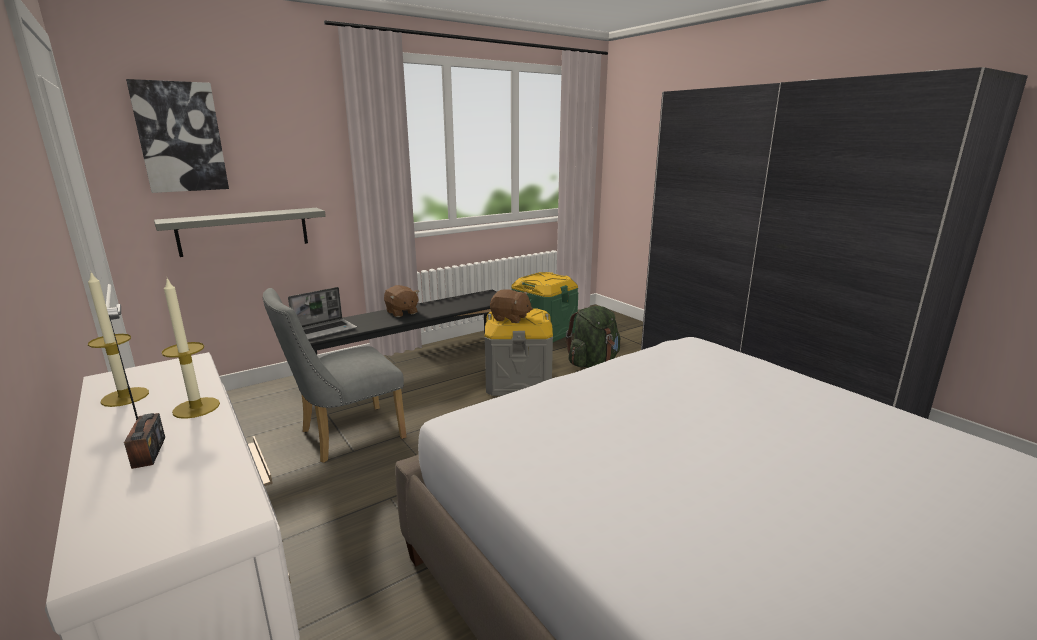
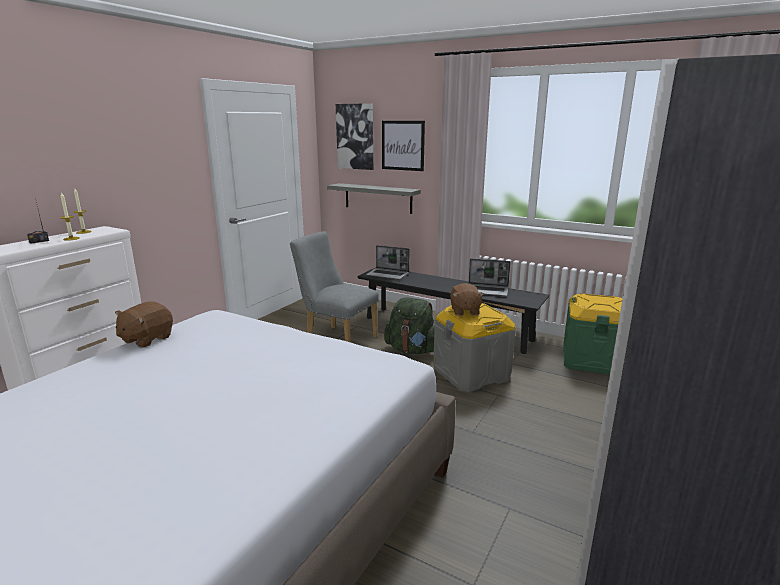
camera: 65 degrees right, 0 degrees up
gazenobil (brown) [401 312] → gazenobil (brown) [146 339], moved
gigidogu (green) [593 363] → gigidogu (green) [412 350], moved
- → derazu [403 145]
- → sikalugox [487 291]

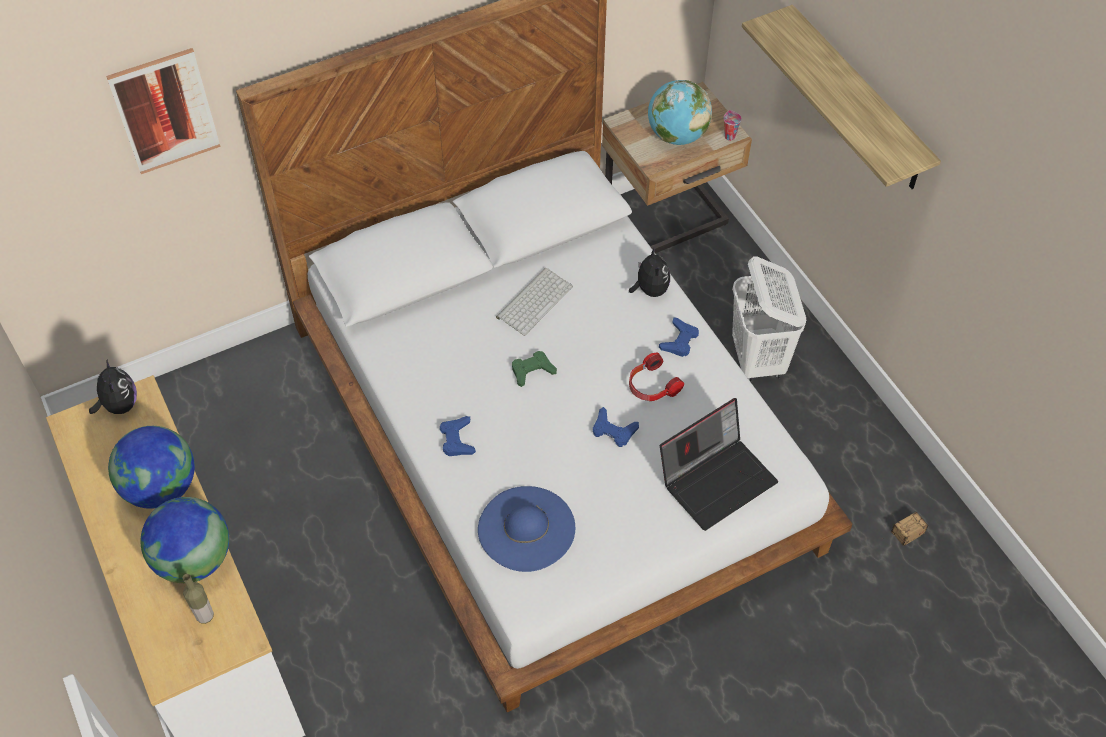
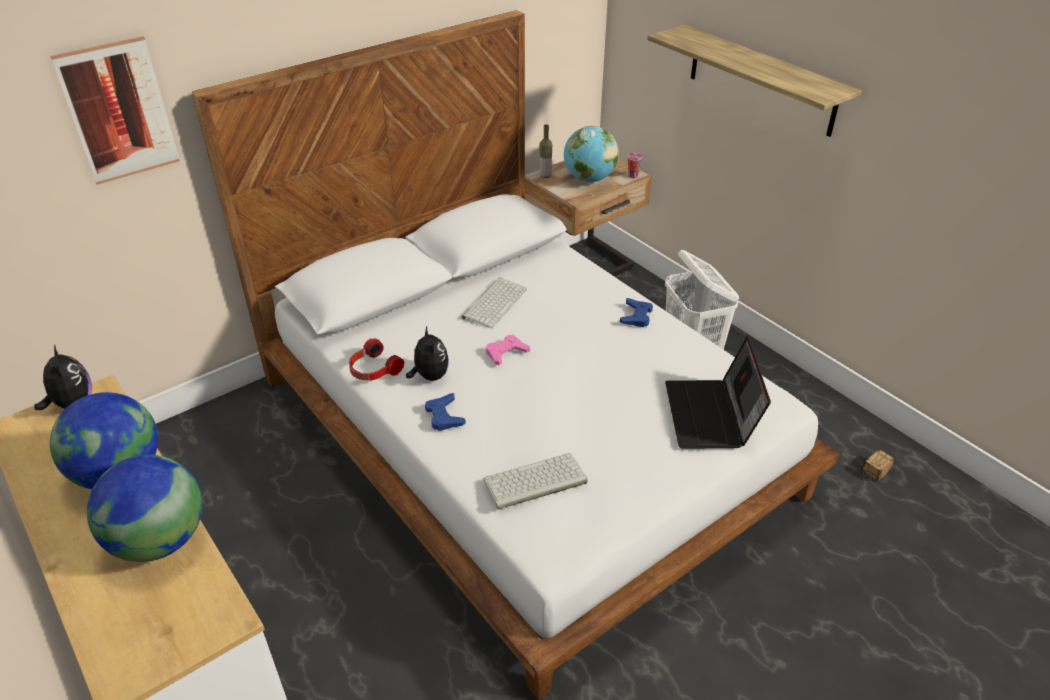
camera: 10 degrees left, 15 degrees down
gazenobil [650 290] → gazenobil [430 376], moved
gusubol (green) [532 371] → gusubol (pink) [506 353]
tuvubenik [651 386] → tuvubenik [373 370], moved
sikalugox [717 479] → sikalugox [711 416], 135 degrees clockwise
gusubol (blue) [613 430] → -
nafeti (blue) [526 528] → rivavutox [534 482]
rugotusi [205 616] → rugotusi [545 176], moved

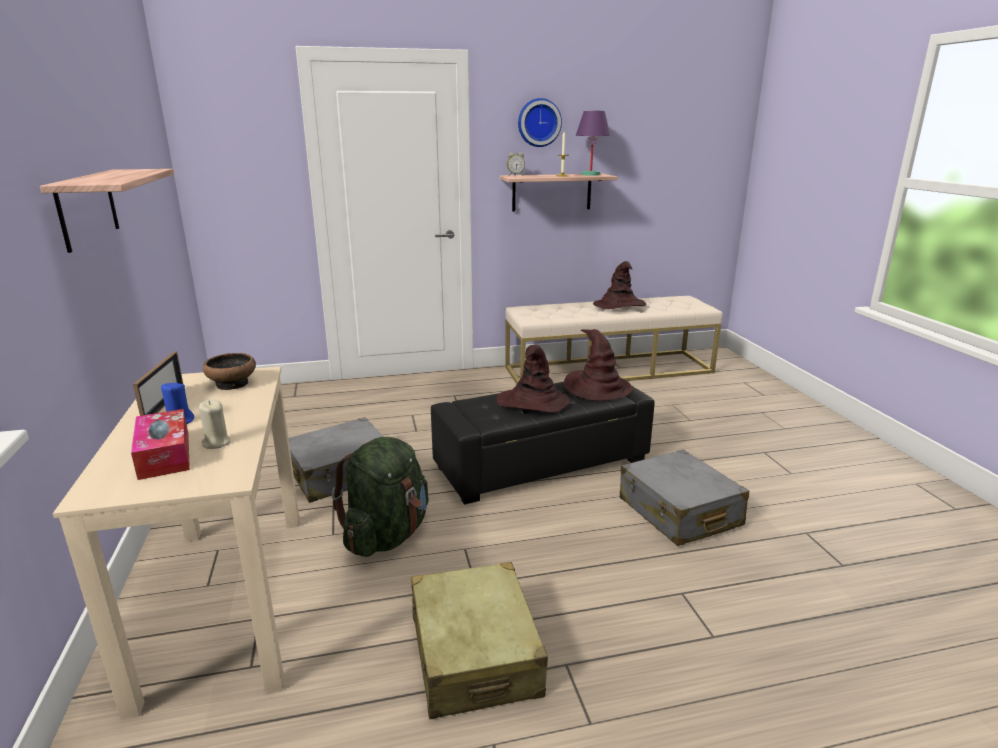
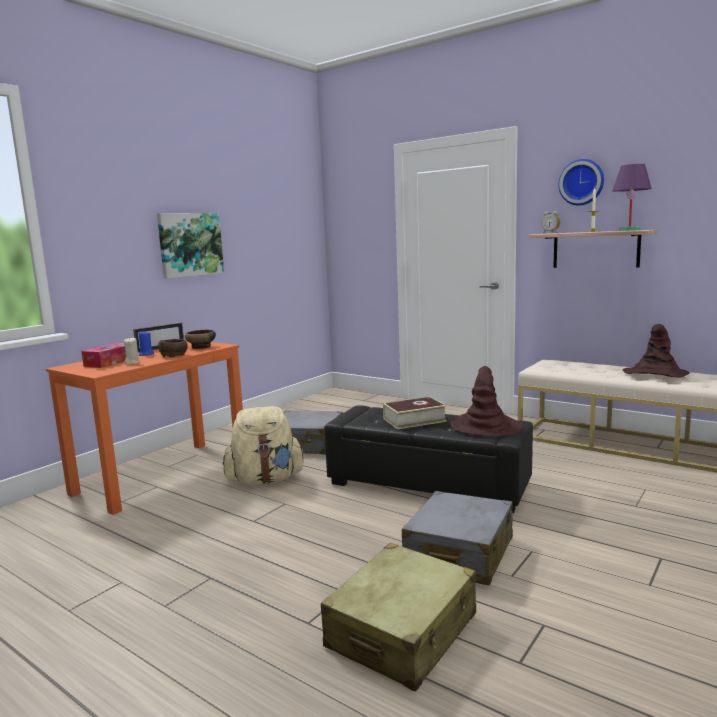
camera: 50 degrees right, 10 degrees down
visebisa [87 208] → derazu [190 244]
nafeti (brown) [532 402] → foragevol [414 420]
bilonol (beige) [228 599] → bilonol (orange) [163 474]
gigidogu (green) [387 535] → gigidogu (beige) [265 480]
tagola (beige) [474 654] → tagola (beige) [402 631], moved
- → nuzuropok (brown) [174 355]

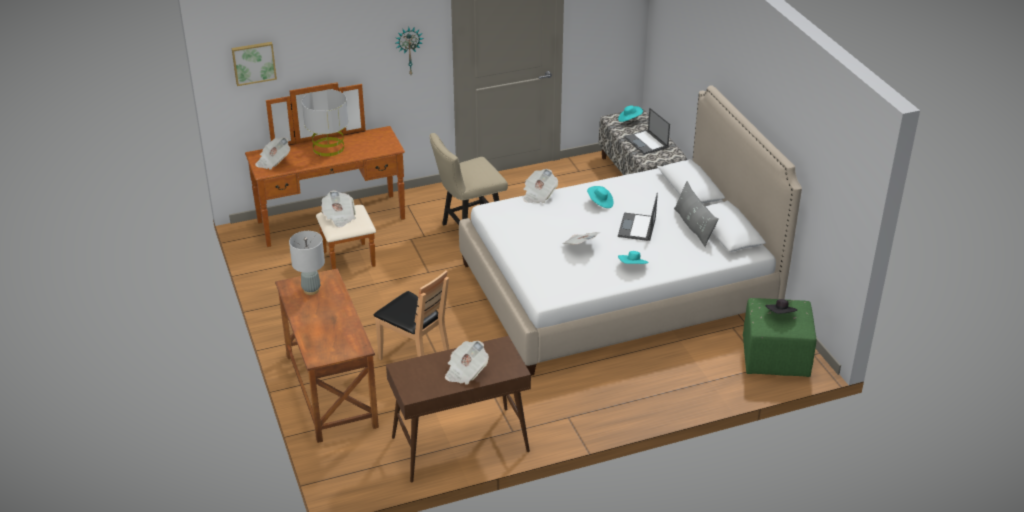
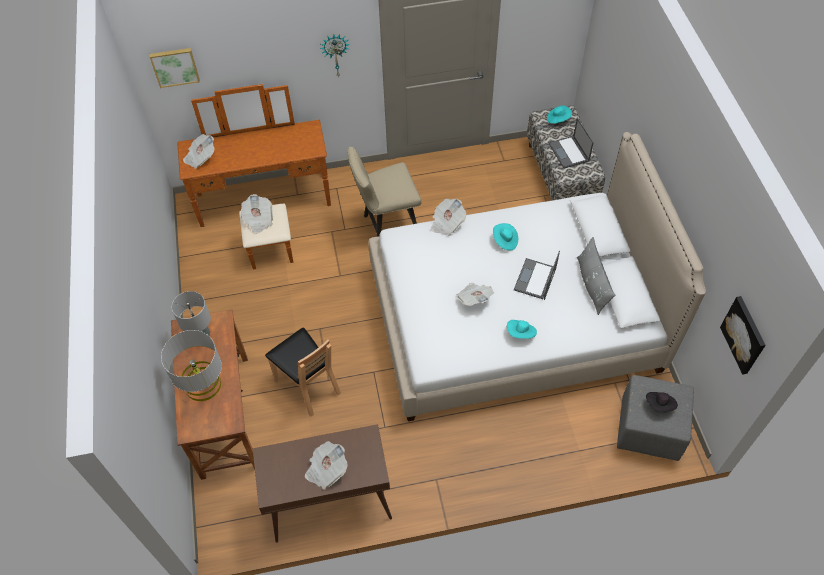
camera: 10 degrees right, 20 degrees up
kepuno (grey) [328 148] → kepuno (grey) [203 385], moved
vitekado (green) [776 358] → vitekado (grey) [650 429]
- → derazu [744 335]

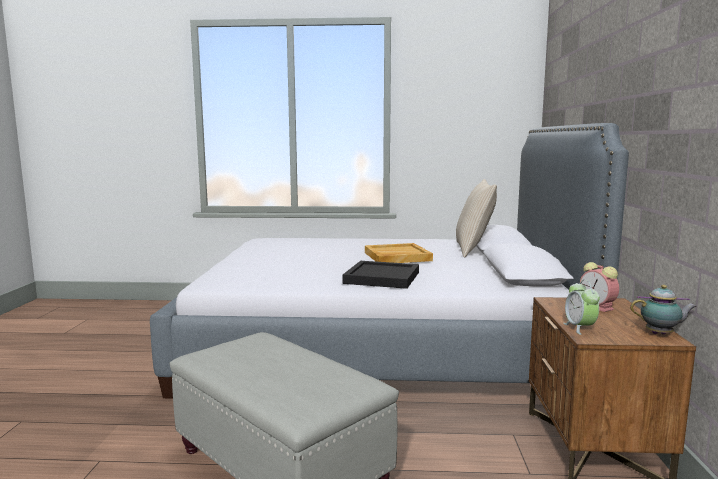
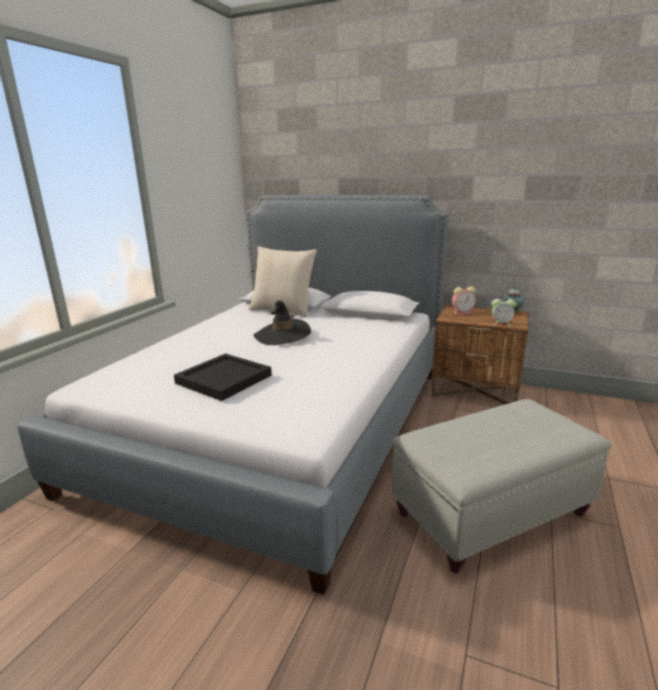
camera: 70 degrees left, 10 degrees up
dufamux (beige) [397 256] → nafeti (black) [282 335]
dufamux (black) [382 278] → dufamux (black) [225 379], moved

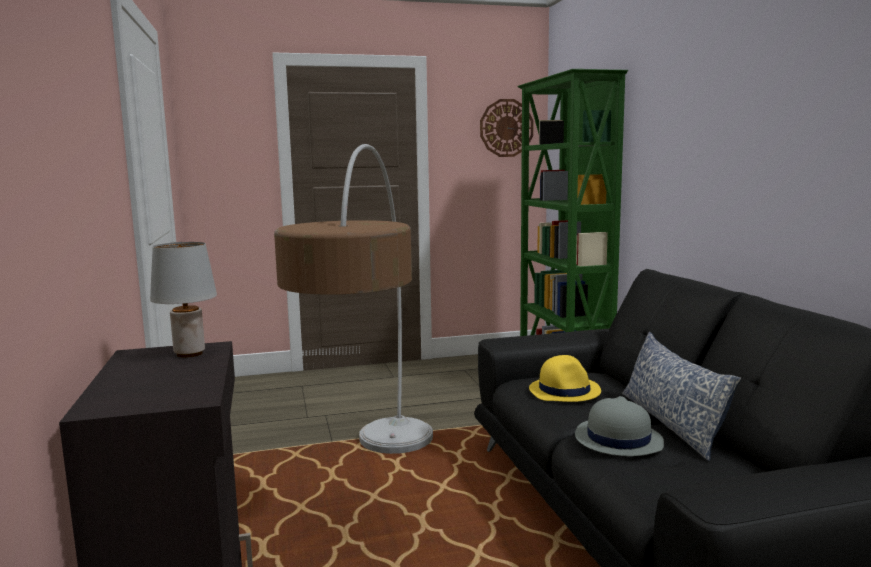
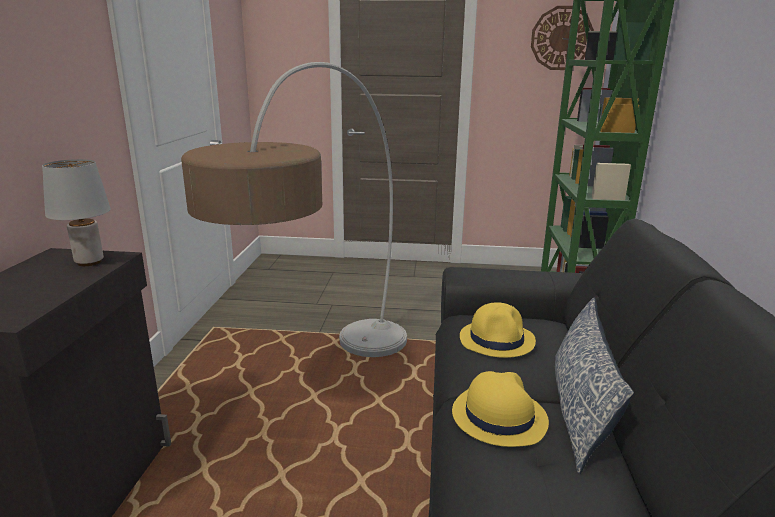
camera: 20 degrees right, 10 degrees up
nafeti (grey) [617 439] → nafeti (yellow) [498 416]

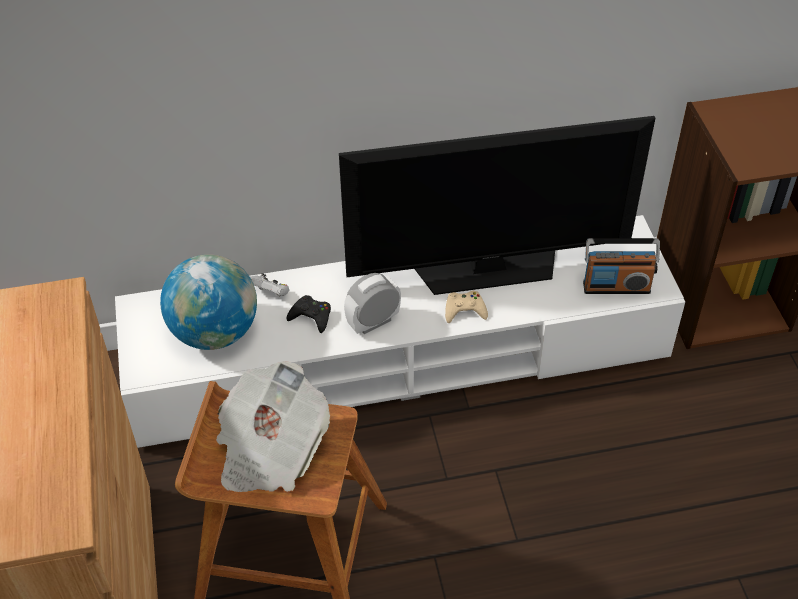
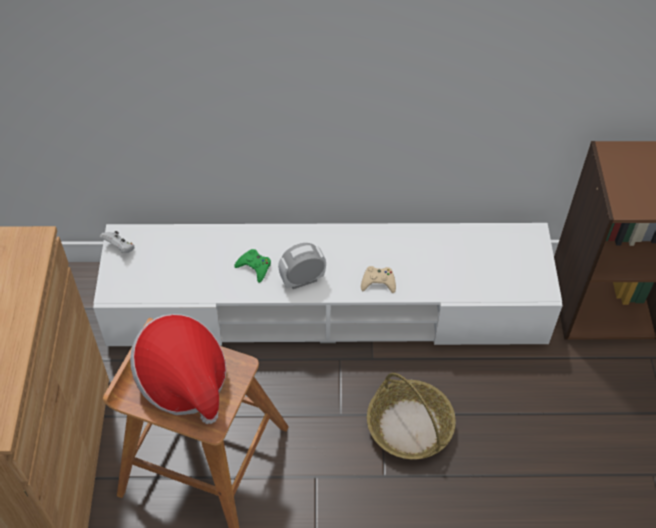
camera: 10 degrees right, 5 degrees up
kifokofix [488 268] → -
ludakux [616 286] → -
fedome [215 332] → -
gusubol (white) [270 293] → gusubol (white) [120 248], moved
gusubol (black) [311 316] → gusubol (green) [254 267]
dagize [270 449] → nafeti [183 381]
- → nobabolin [409 426]

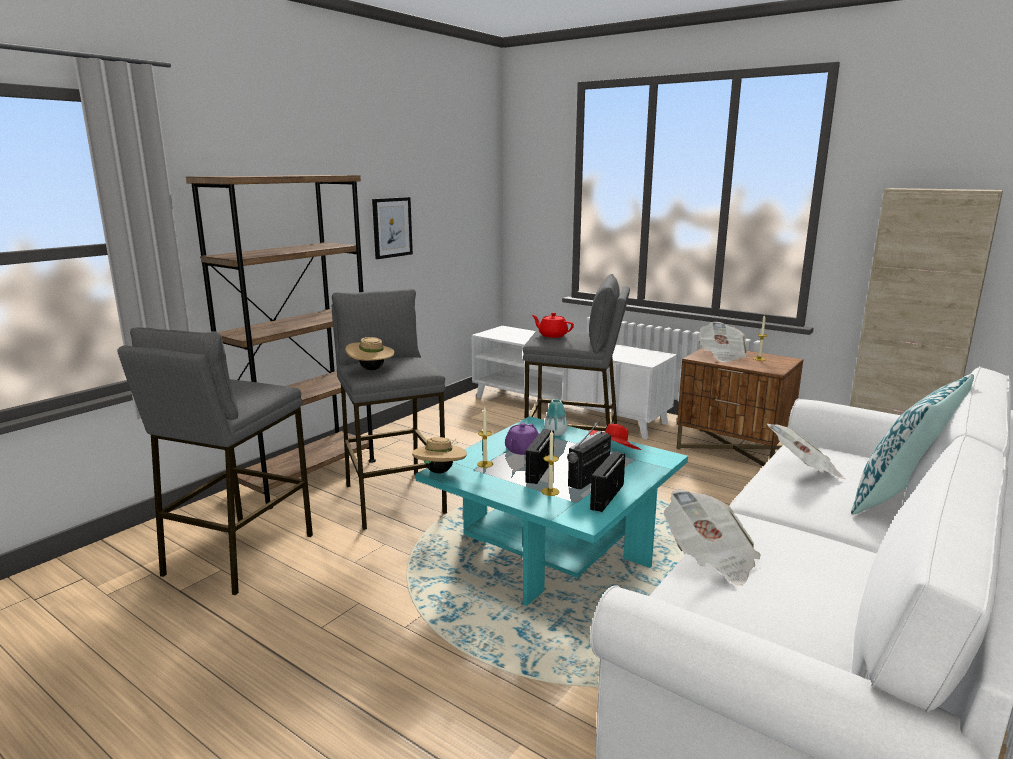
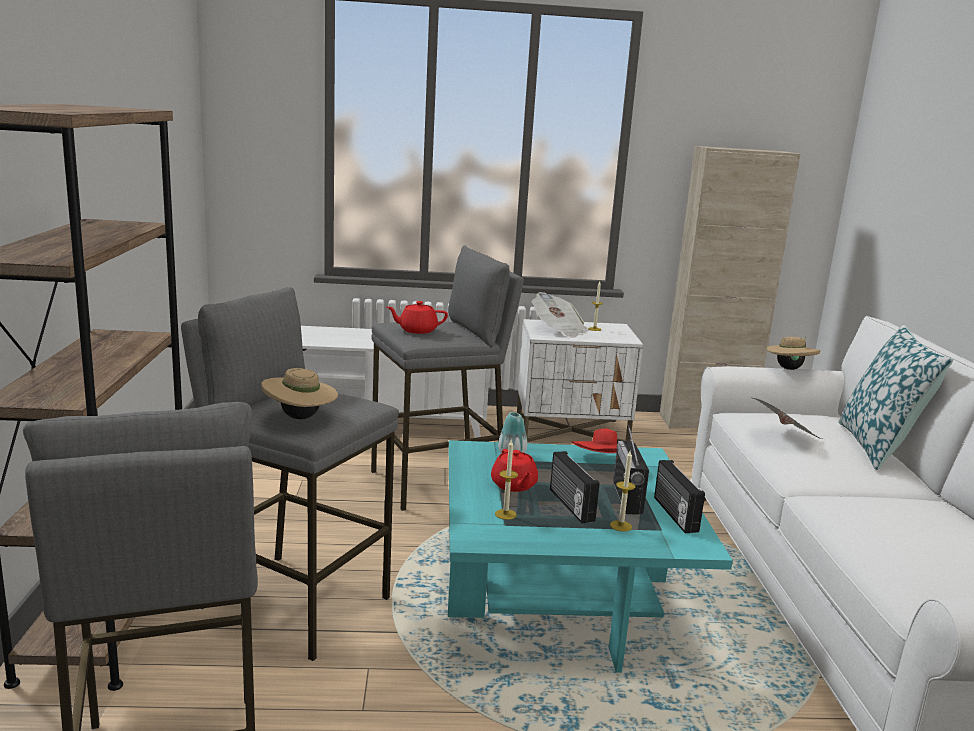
camera: 40 degrees left, 0 degrees up
derazu [392 227] → -
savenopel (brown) [733 450] → savenopel (white) [571 432]
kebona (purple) [522 450] → kebona (red) [513 485]
nafeti (beige) [440 472] → nafeti (beige) [789 369], moved
dagize [710 558] → -

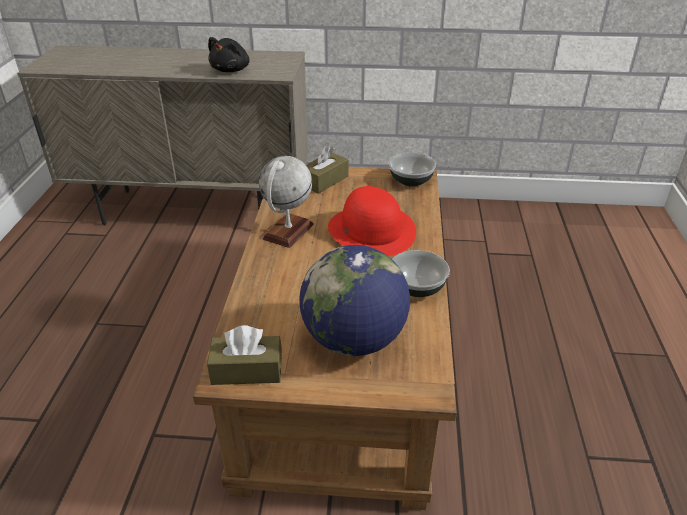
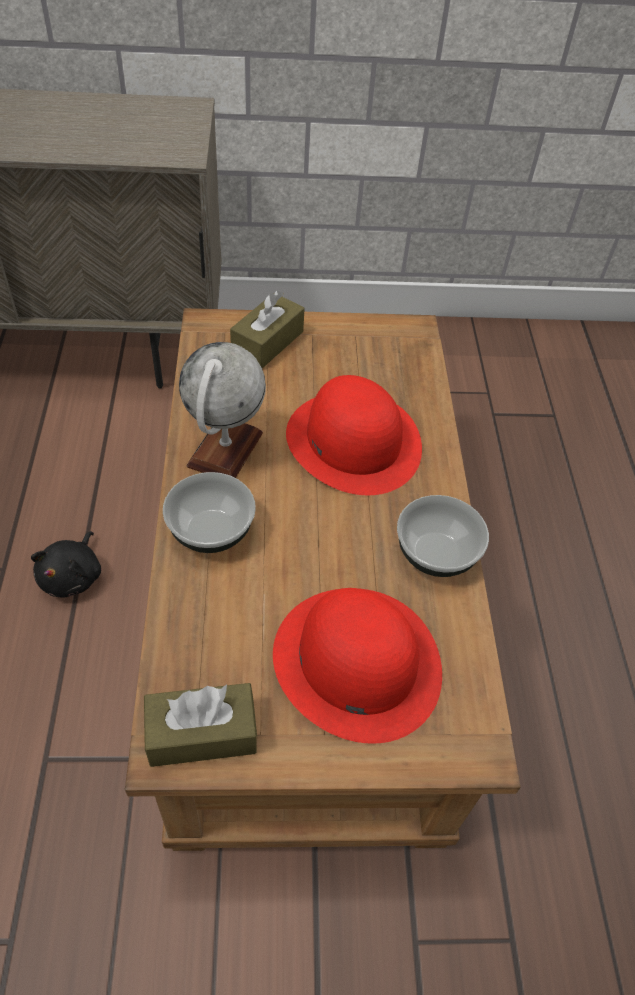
camera: 10 degrees left, 15 degrees up
gazenobil (black) [231 70] → gazenobil (black) [73 576], moved
nuzuropok [411 180] → nuzuropok [211 529], moved
fedome [354 340] → nafeti (red) [356 662]

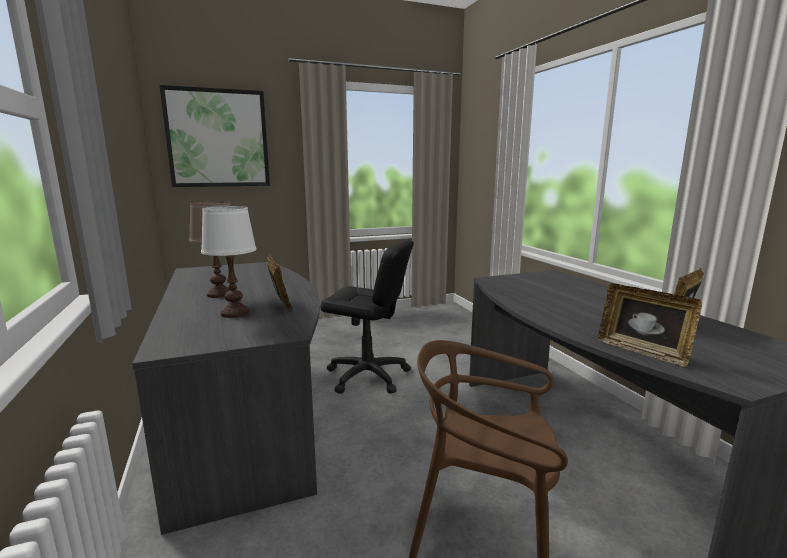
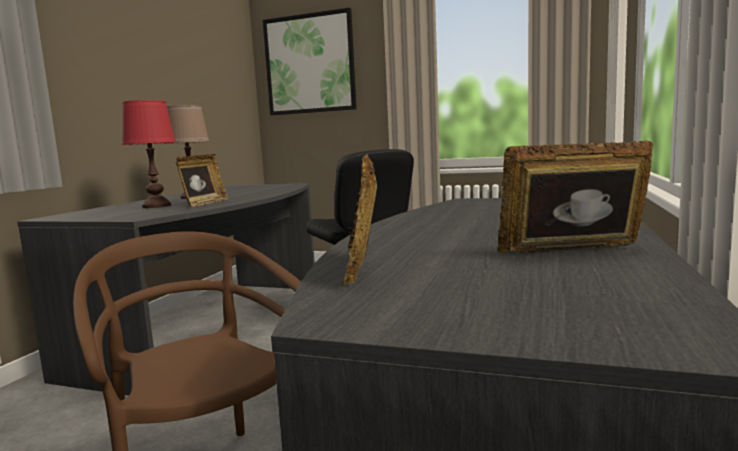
camera: 40 degrees right, 5 degrees down
kepuno (white) [234 313] → kepuno (red) [156 206]

